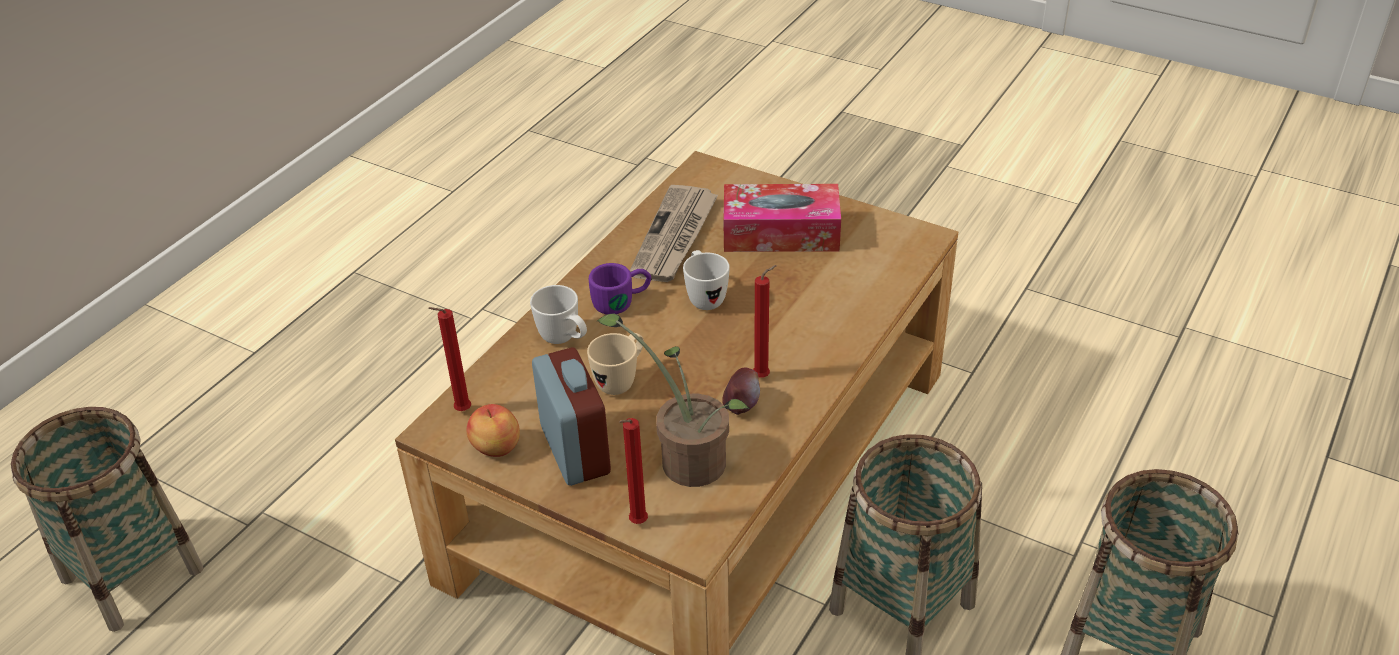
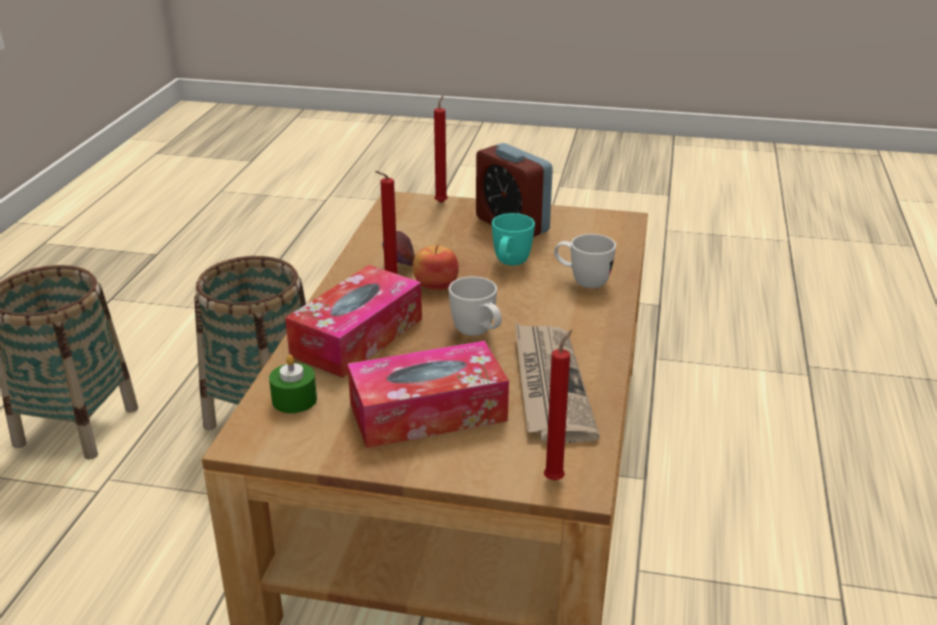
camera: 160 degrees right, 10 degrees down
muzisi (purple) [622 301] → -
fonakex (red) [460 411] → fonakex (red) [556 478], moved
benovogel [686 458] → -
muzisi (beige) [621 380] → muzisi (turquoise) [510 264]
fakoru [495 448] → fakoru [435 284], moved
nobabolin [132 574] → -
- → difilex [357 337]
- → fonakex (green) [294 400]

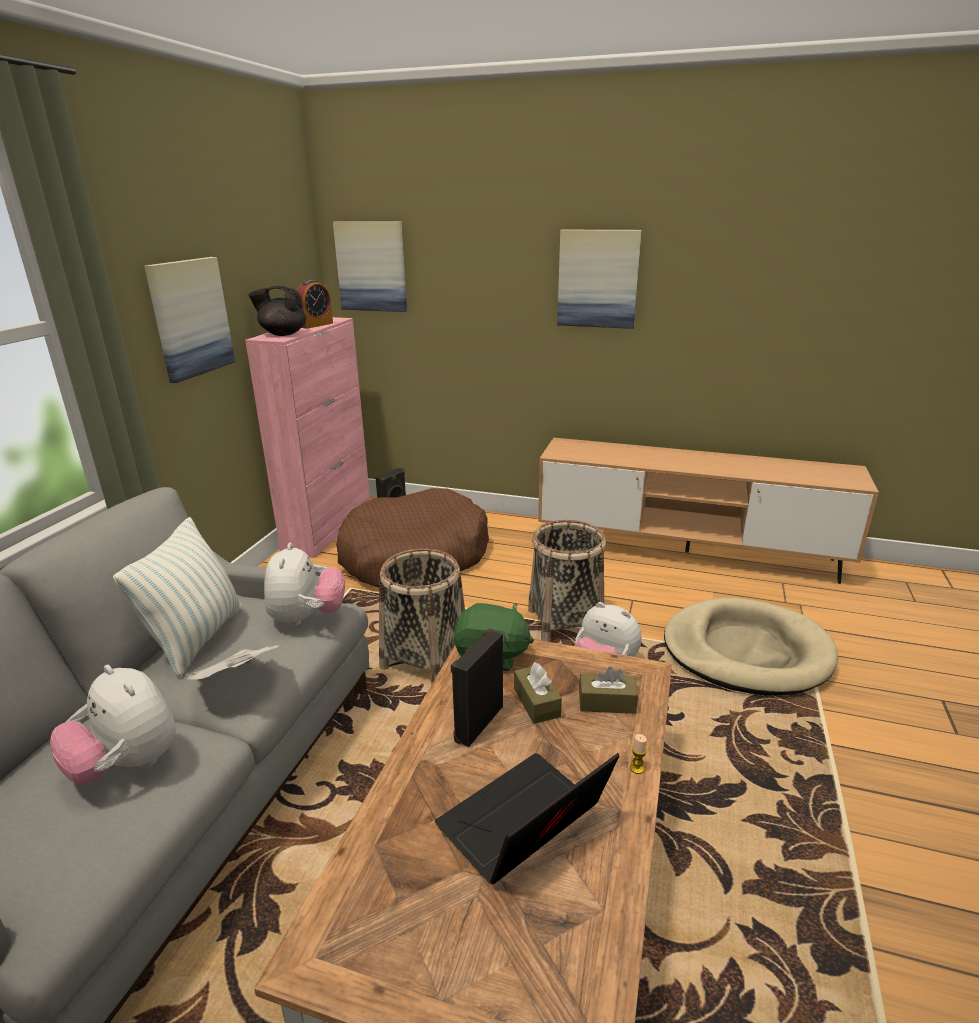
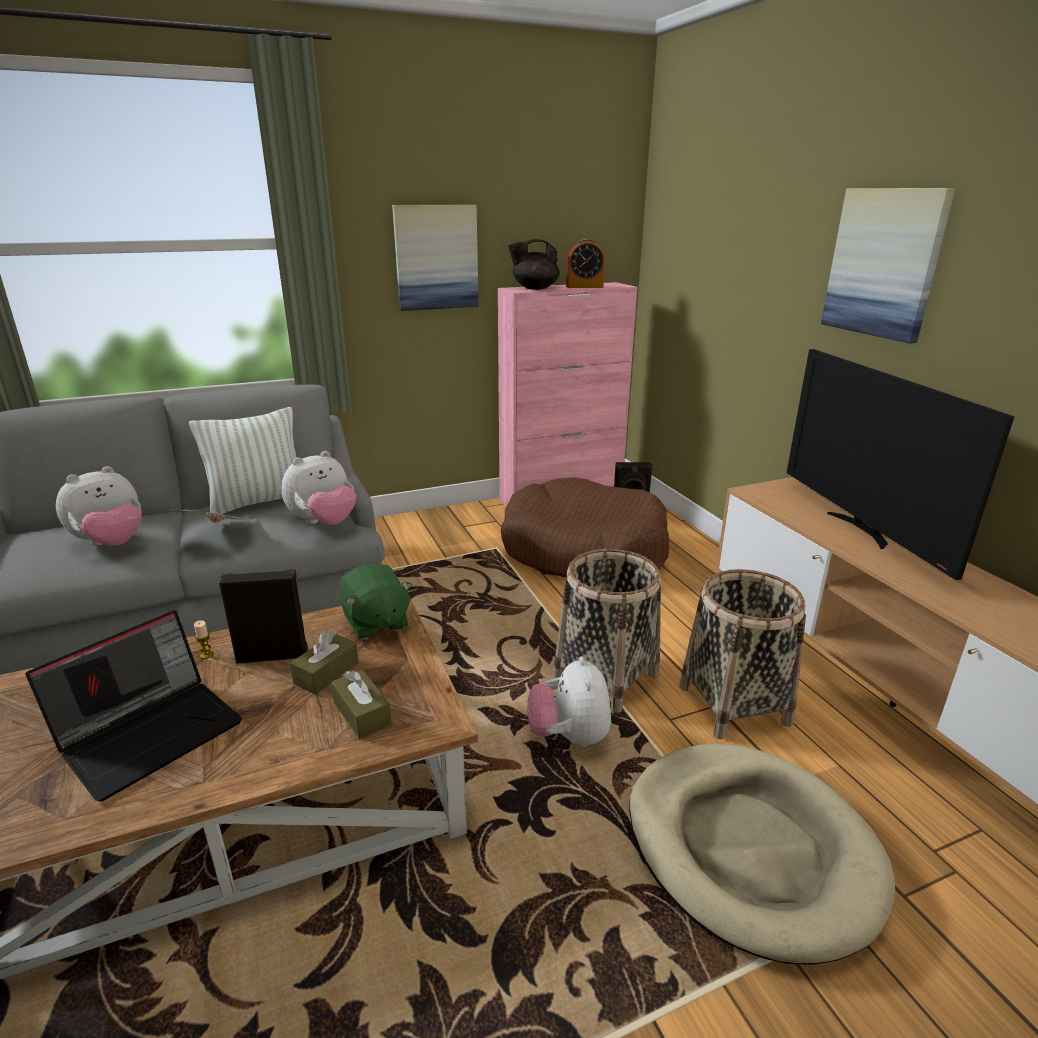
camera: 50 degrees right, 0 degrees up
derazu [371 266] → -
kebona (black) [282 334] → kebona (black) [534 288], 60 degrees counterclockwise
nobabolin [425 658] → nobabolin [734 704], moved
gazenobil [127 765] → gazenobil [112 543], 135 degrees counterclockwise
fonakex [637 768] → fonakex [207 655], moved
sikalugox [523 826] → sikalugox [152 732], 120 degrees clockwise
- → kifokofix [861 529]

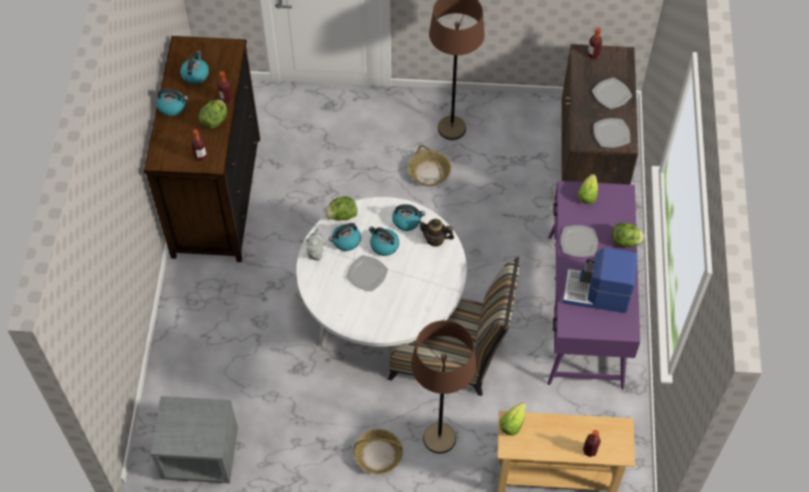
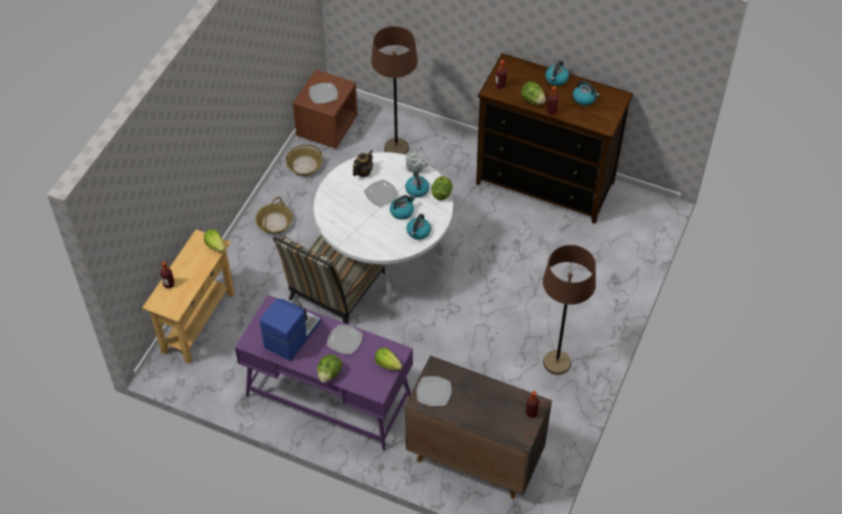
camera: 110 degrees right, 5 degrees down
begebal [611 94] → begebal [323 94], moved
nobabolin [429 173] → nobabolin [304 165], moved
kebona [435 239] → kebona [363 172], moved
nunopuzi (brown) [439 438] → nunopuzi (brown) [396 148], moved
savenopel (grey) [199 454] → savenopel (brown) [327 127]

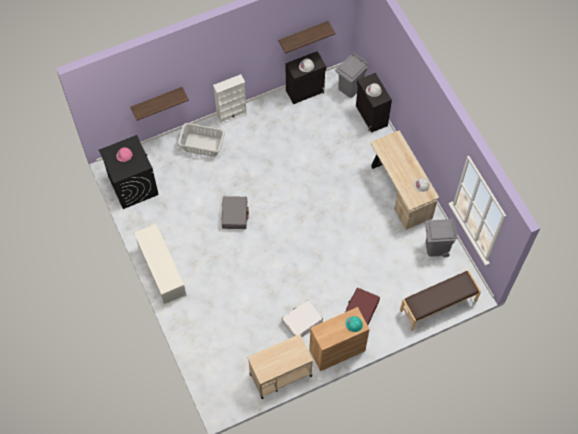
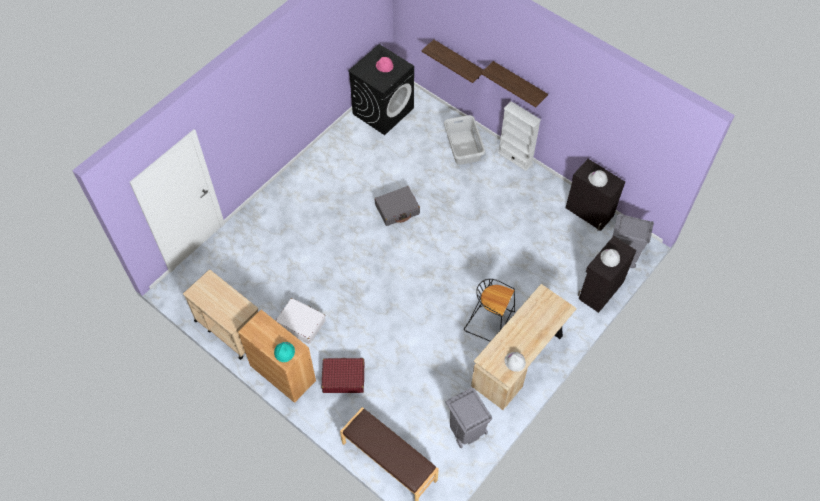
camera: 65 degrees right, 5 degrees down
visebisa [303 34] → visebisa [519 83], moved
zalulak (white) [162 271] → -
- → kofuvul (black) [490 321]

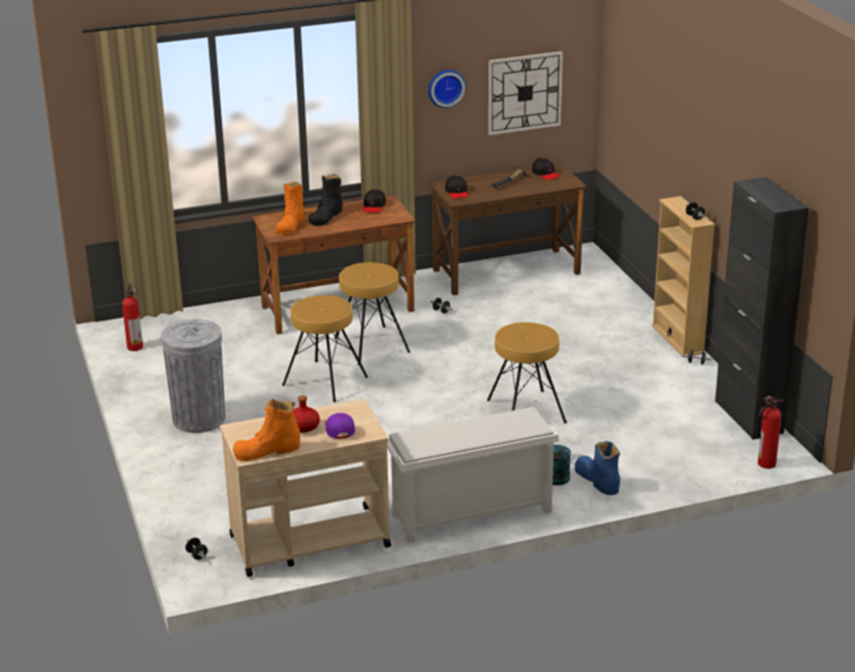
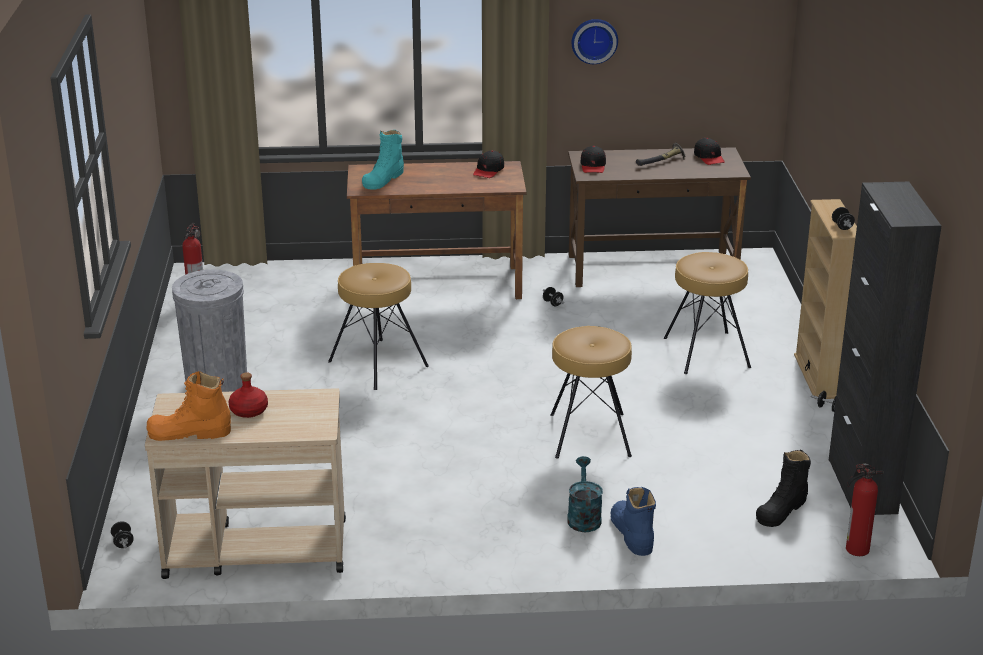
camera: 15 degrees right, 0 degrees up
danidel [524 92] → -
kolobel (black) [326 216] → kolobel (black) [782 509], moved
kolobel (orange) [291 225] → kolobel (turquoise) [383 179]
kofuvul (brown) [371 345] → kofuvul (brown) [705 352], moved
zalulak (white) [470 514] → -
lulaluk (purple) [339 429] → -

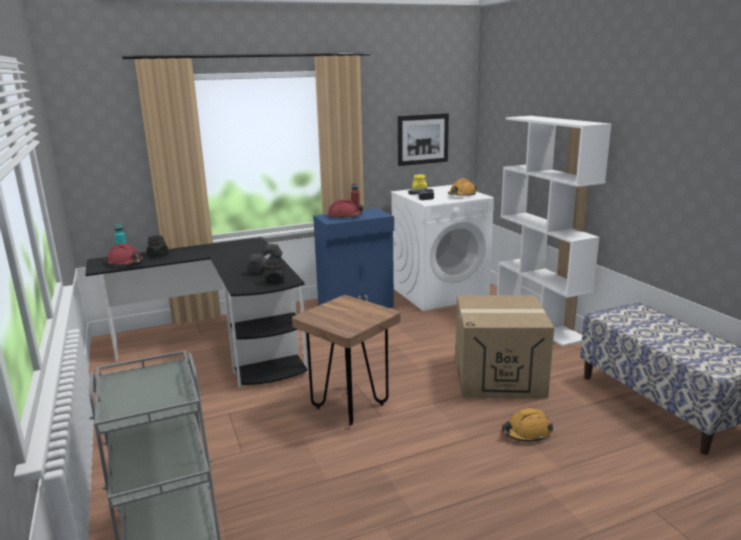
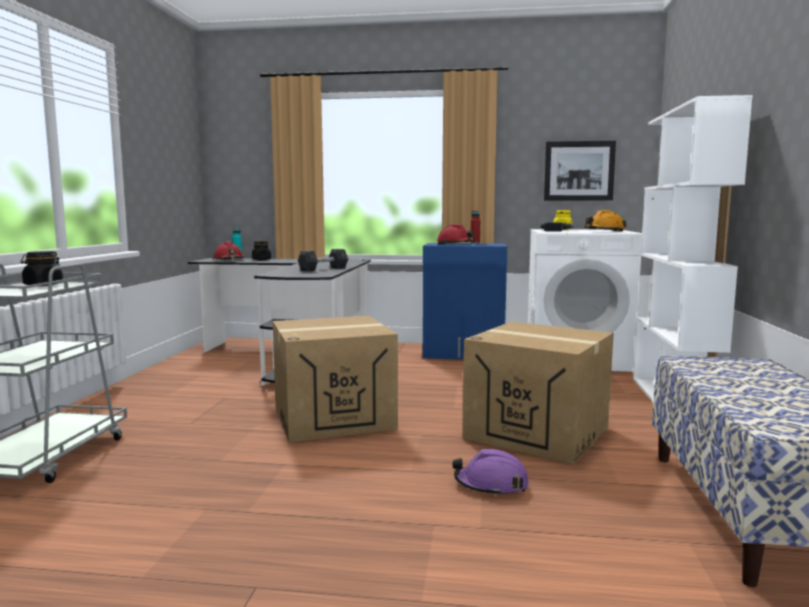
camera: 30 degrees right, 10 degrees down
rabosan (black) [275 281] → rabosan (black) [43 285], moved
kofuvul (brown) [350 406] → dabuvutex [333 417]
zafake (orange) [526 432] → zafake (purple) [491 485]

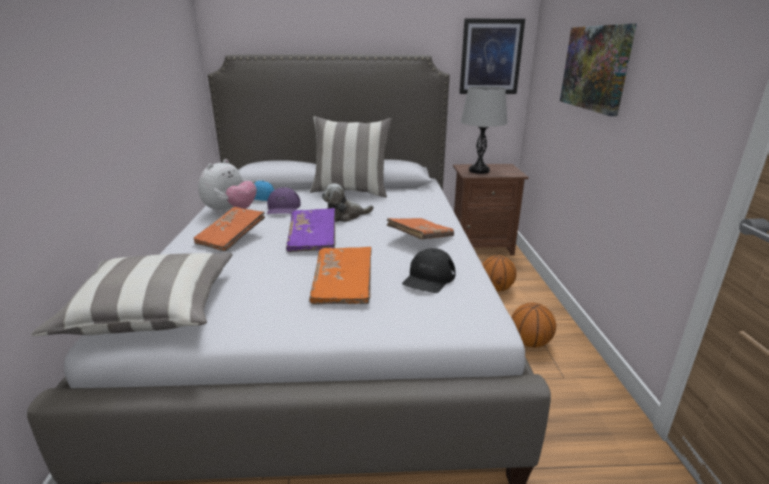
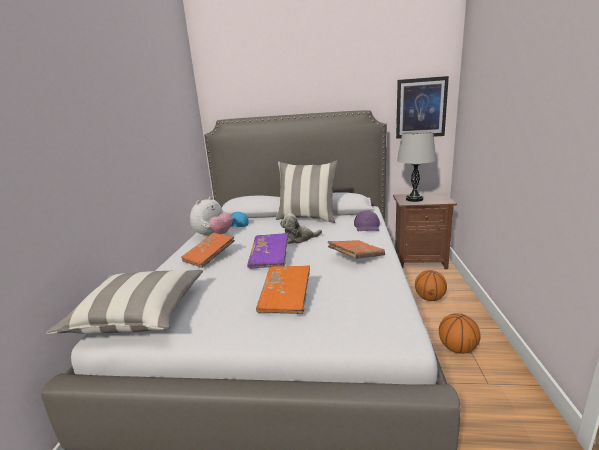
camera: 10 degrees right, 5 degrees down
derazu [595 68] → -
lulaluk (purple) [283 208] → lulaluk (purple) [367 226], moved
lulaluk (black) [429 278] → -

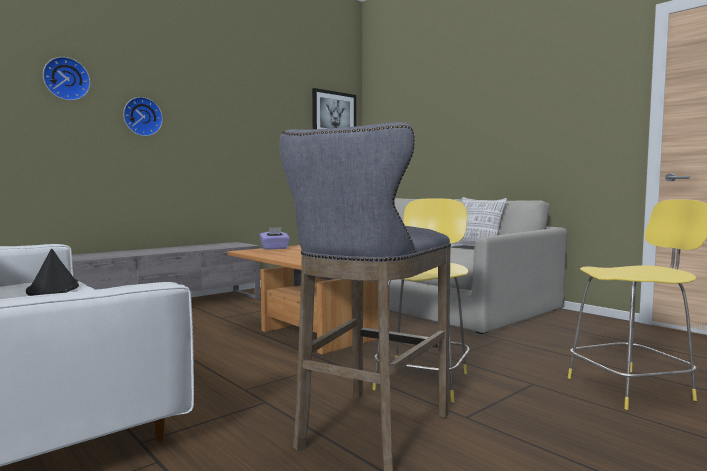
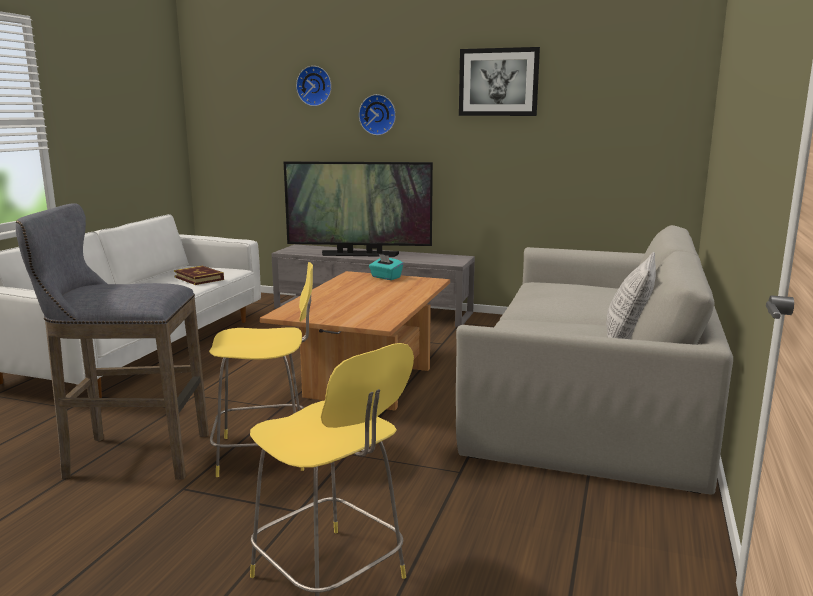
camera: 60 degrees right, 10 degrees up
derazu [334 114] → derazu [498 82], moved
difilex (purple) [274 248] → difilex (turquoise) [385 277]
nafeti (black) [53 289] → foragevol [199 278]
- → kifokofix [359 254]

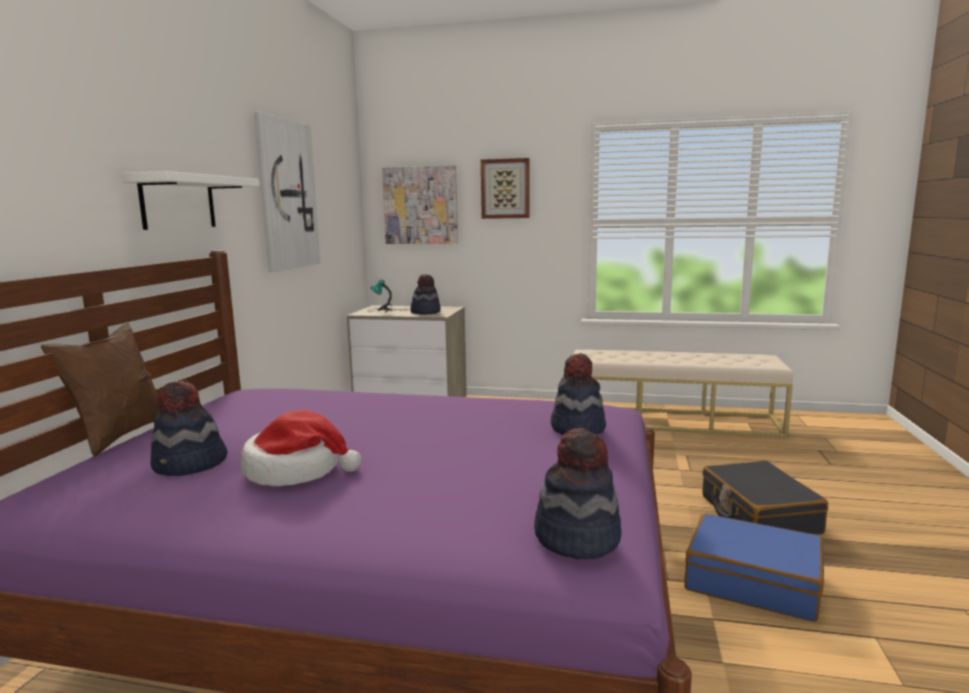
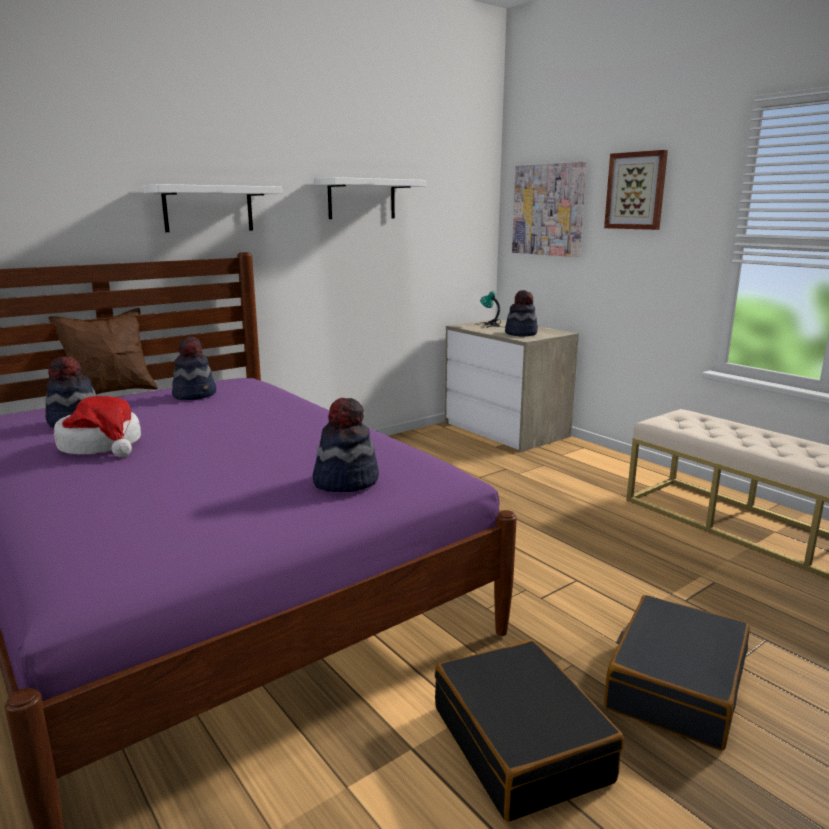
camera: 40 degrees right, 5 degrees up
derazu [286 195] → visebisa (white) [362 199]
nafeti [577 537] → nafeti [195 395], moved
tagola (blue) [752 581] → tagola (black) [521 743]

